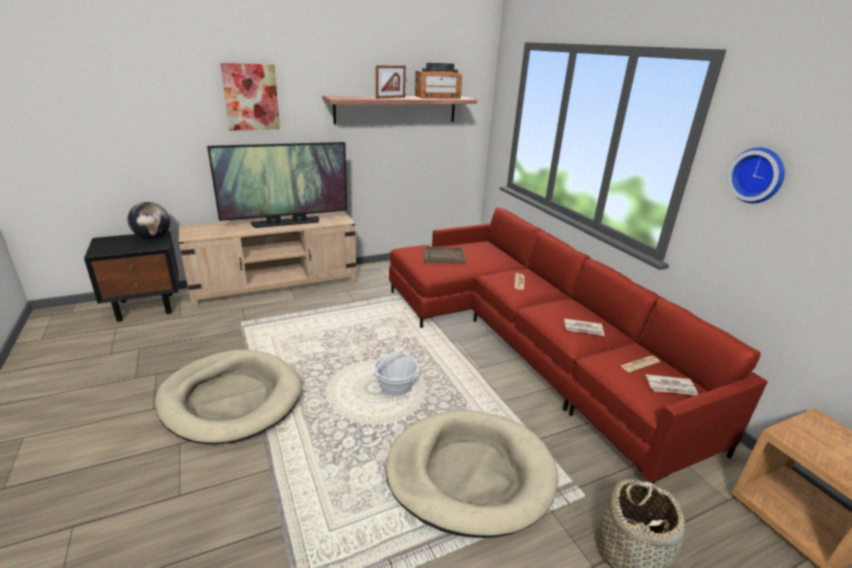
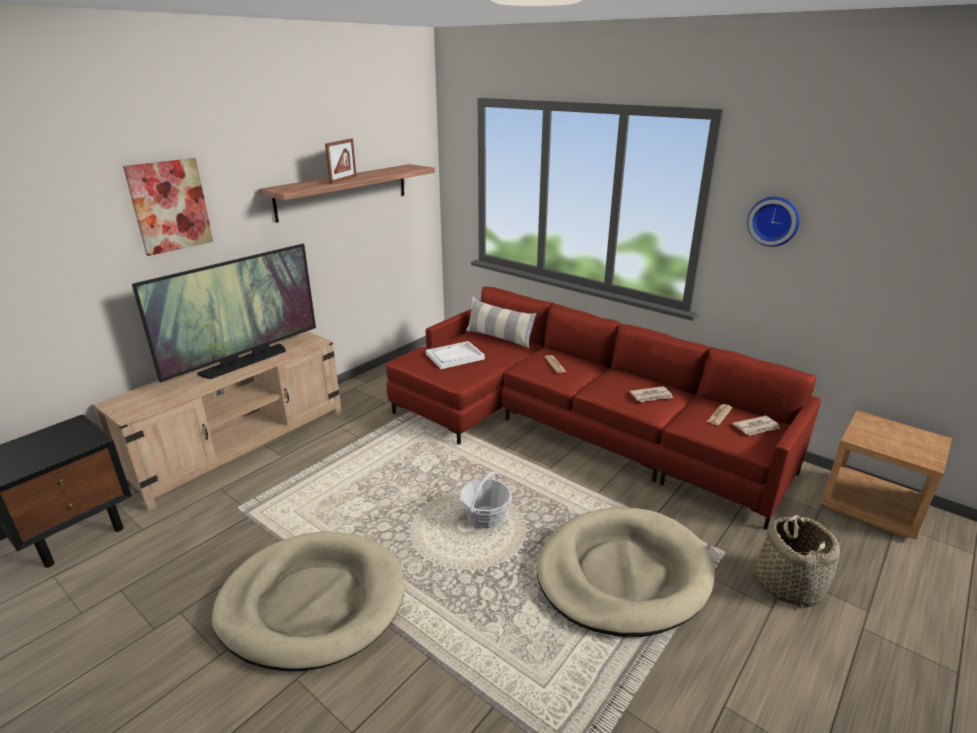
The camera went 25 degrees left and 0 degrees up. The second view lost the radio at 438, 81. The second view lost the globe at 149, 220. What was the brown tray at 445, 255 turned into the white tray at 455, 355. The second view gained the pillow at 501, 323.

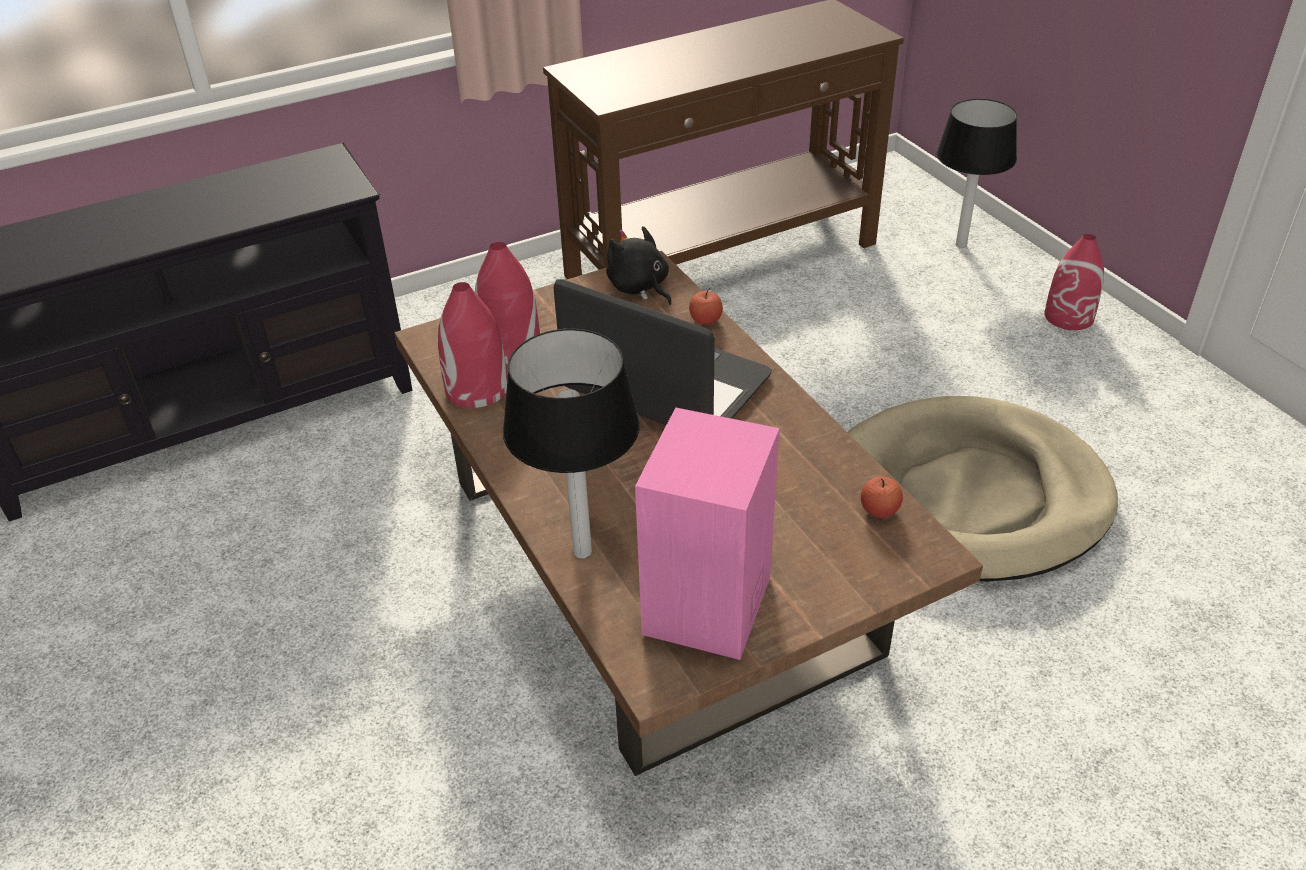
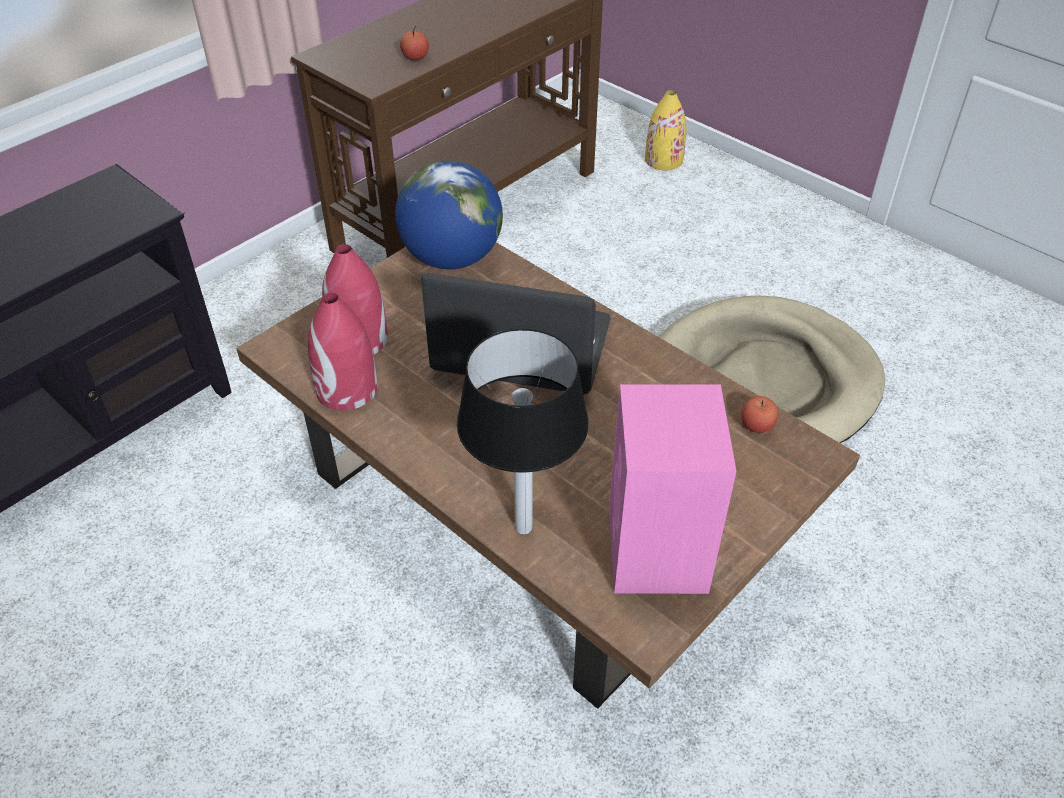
The camera went 20 degrees left and 5 degrees up. Where the table lamp stood at 977, 173, the yellow vase came to stand at 665, 130. Where the black plush toy stood at 639, 265, the globe came to stand at 449, 214. The second view lost the red vase at 1074, 282. The apple ended up elsewhere, having gone from 706, 306 to 414, 43.

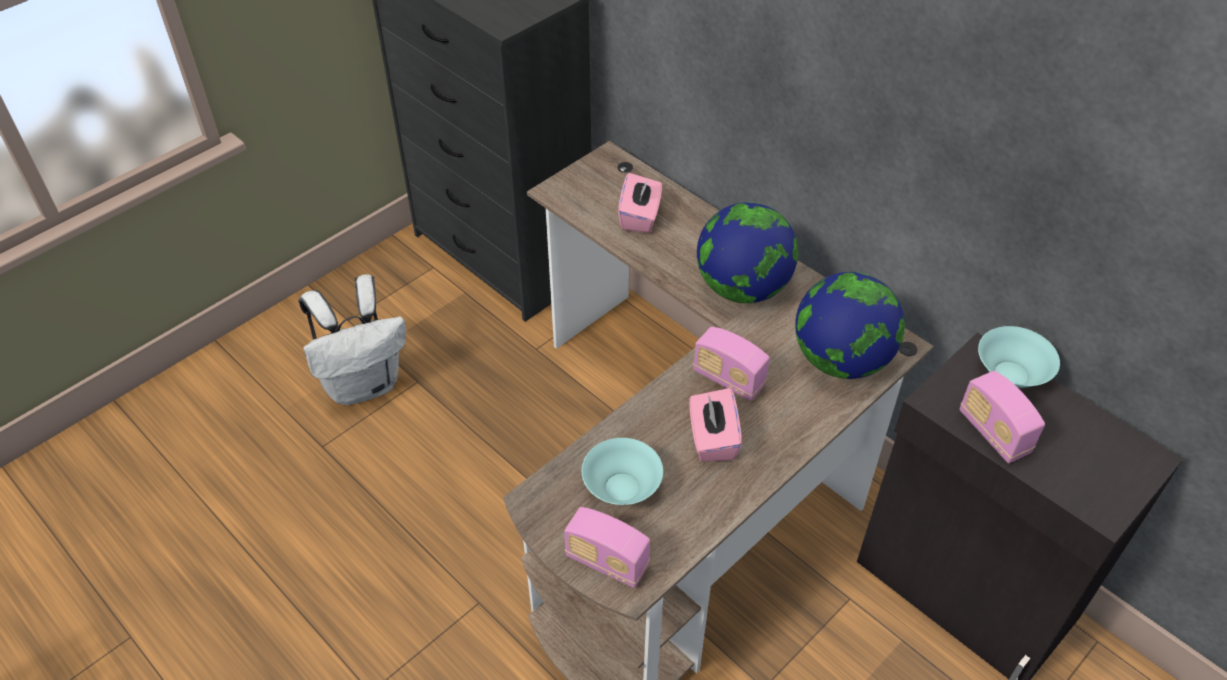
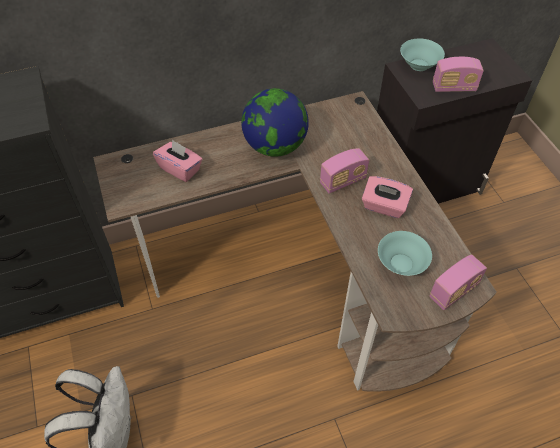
The camera went 65 degrees left and 5 degrees up. The second view lost the globe at 850, 325.

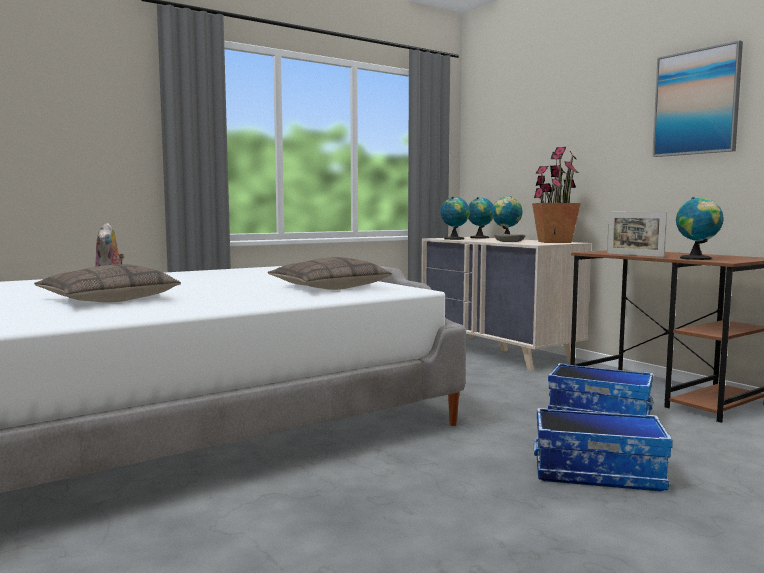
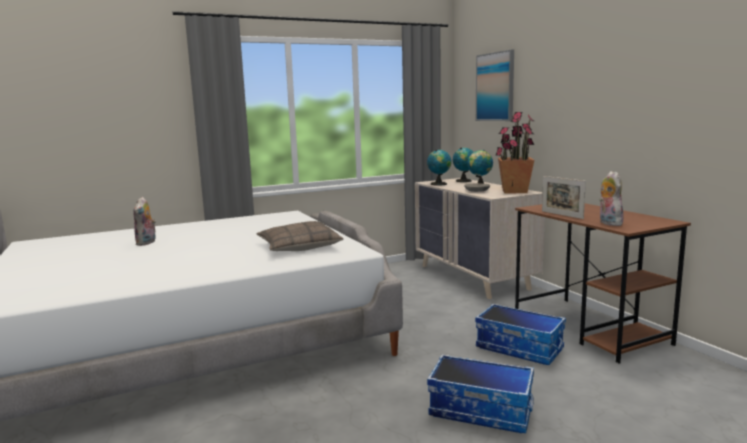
The camera went 10 degrees right and 5 degrees up. The picture ended up elsewhere, having gone from 697, 98 to 495, 85. Where the globe stood at 700, 228, the plush toy came to stand at 611, 198. The second view lost the pillow at 107, 283.

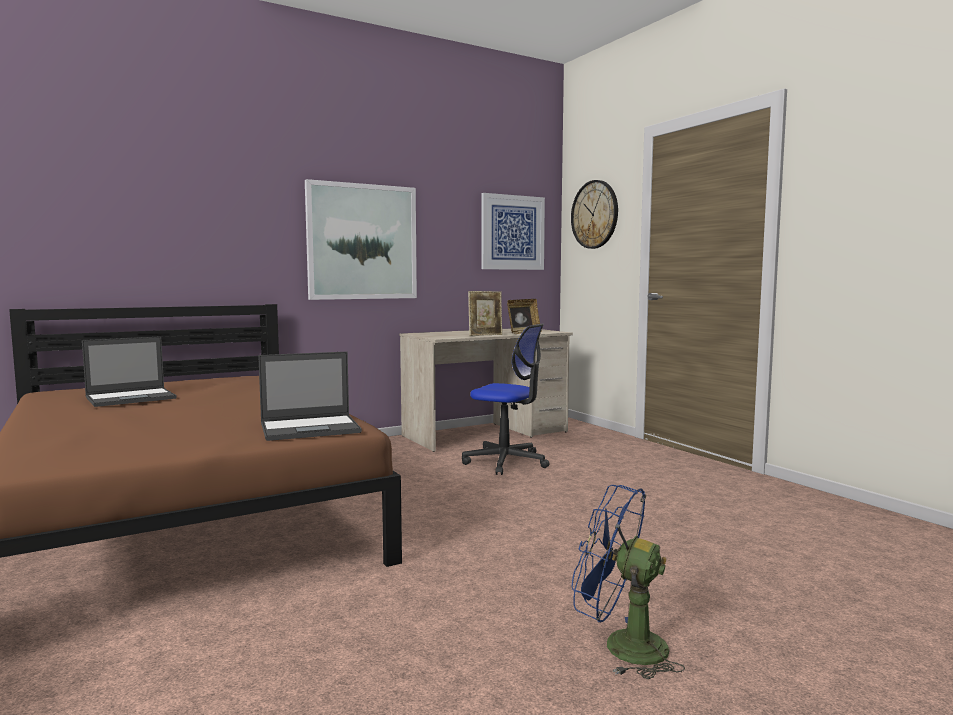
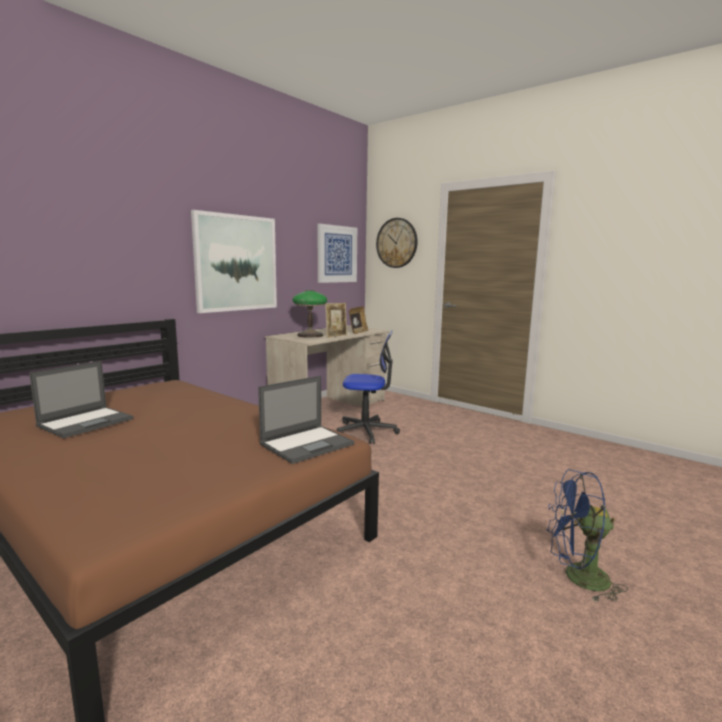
The camera went 20 degrees left and 5 degrees up. The second view gained the table lamp at 309, 314.

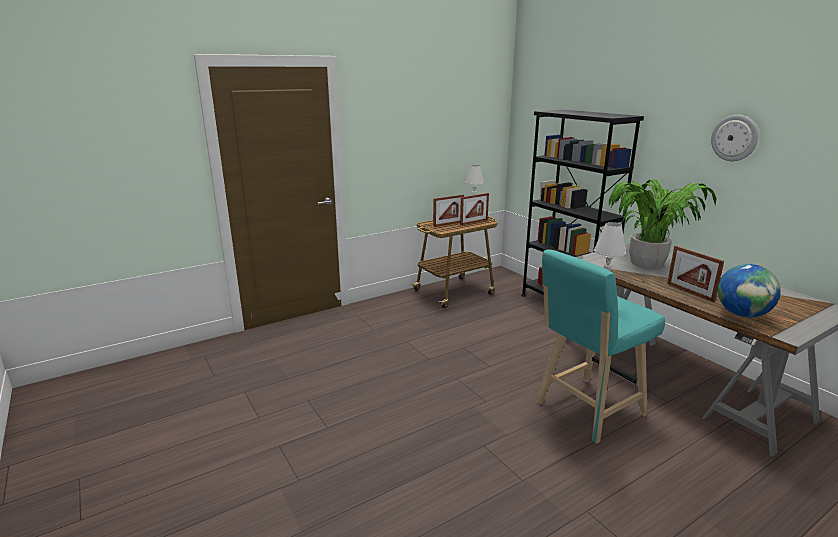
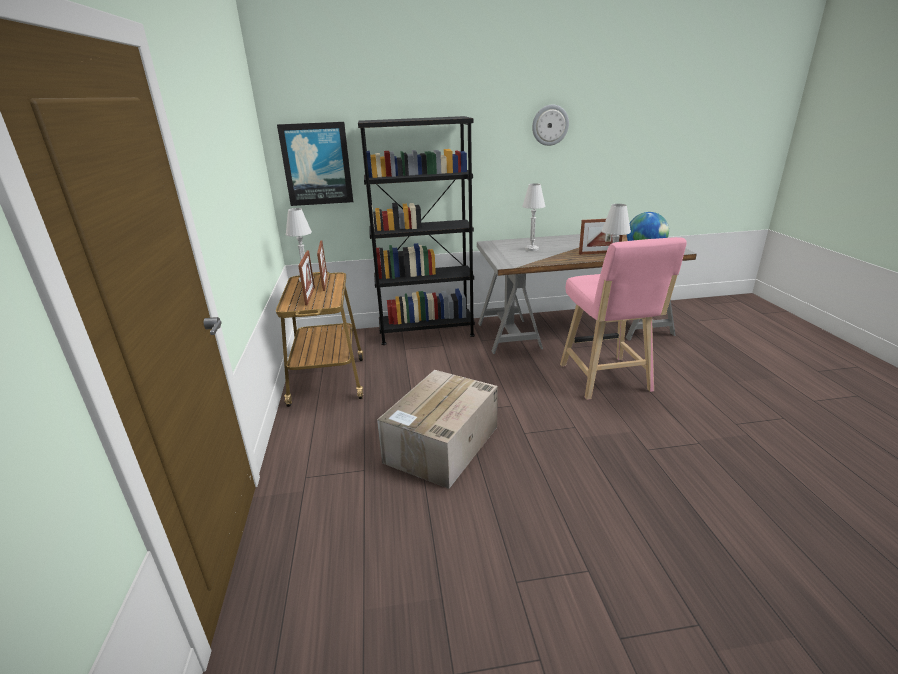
The camera went 65 degrees left and 5 degrees up. Where the potted plant stood at 663, 224, the white table lamp came to stand at 533, 217. What was the turquoise stool at 600, 346 turned into the pink stool at 623, 318. The second view gained the picture at 315, 164. The second view gained the cardboard box at 437, 429.

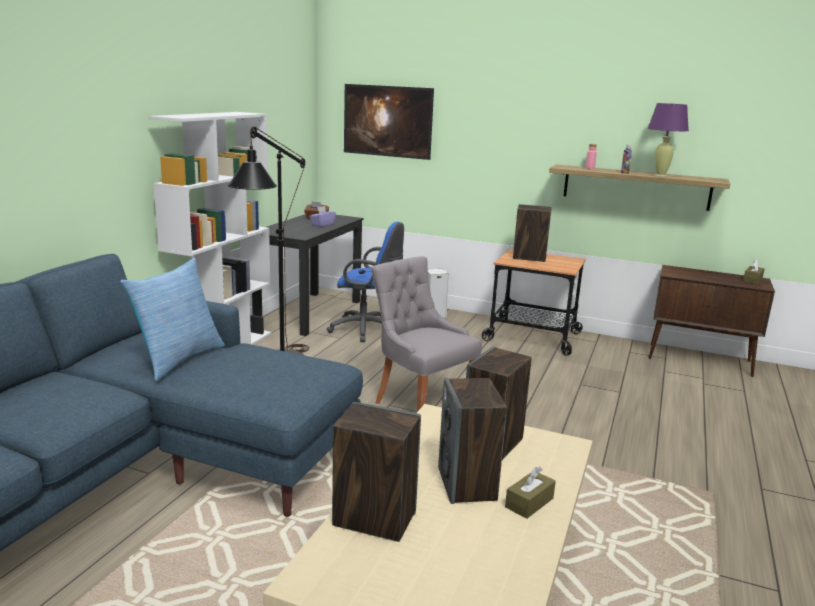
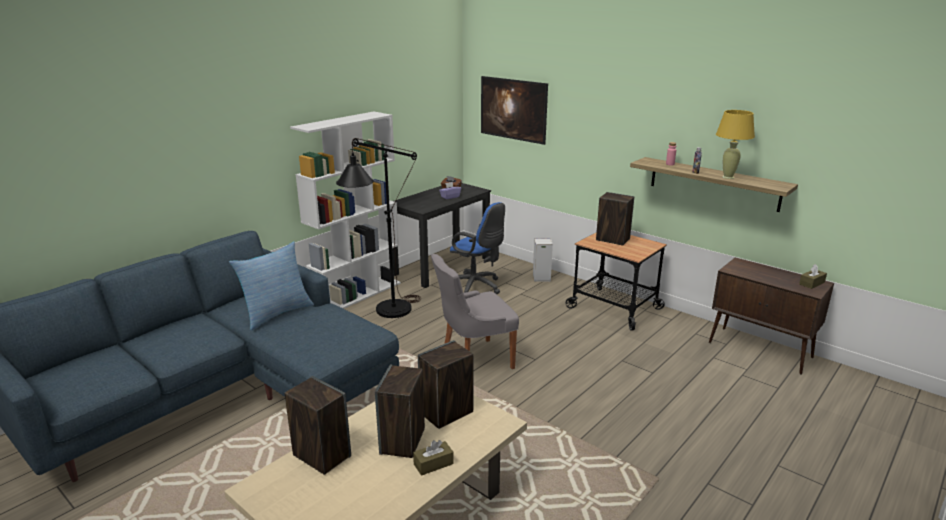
The camera went 20 degrees right and 5 degrees up. What was the purple table lamp at 668, 140 turned into the yellow table lamp at 735, 144. The grey chair at 426, 334 ended up facing another way, 90 degrees counterclockwise from before.

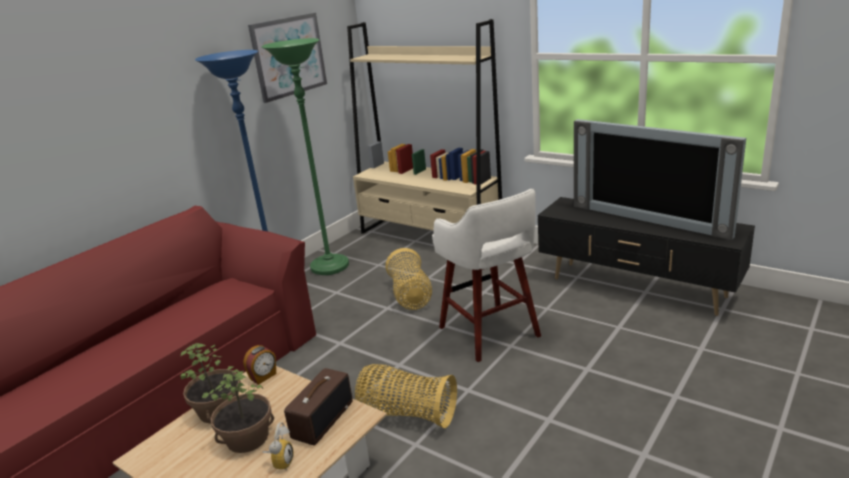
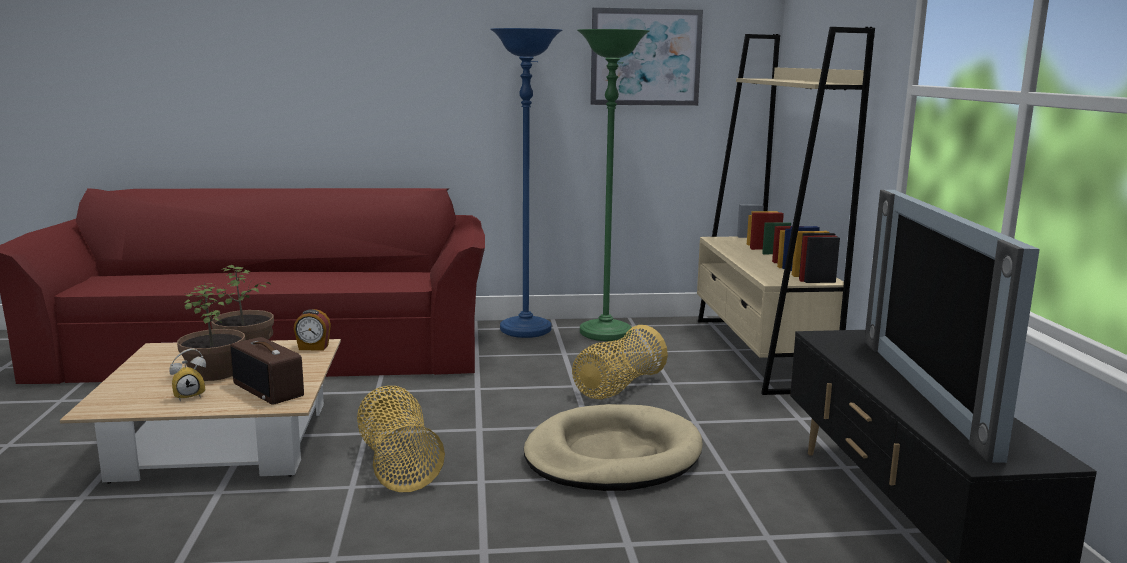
The camera went 45 degrees right and 10 degrees down. Where the white stool stood at 486, 275, the beige dog bed came to stand at 613, 447. The radio at 318, 406 ended up facing another way, 60 degrees clockwise from before.

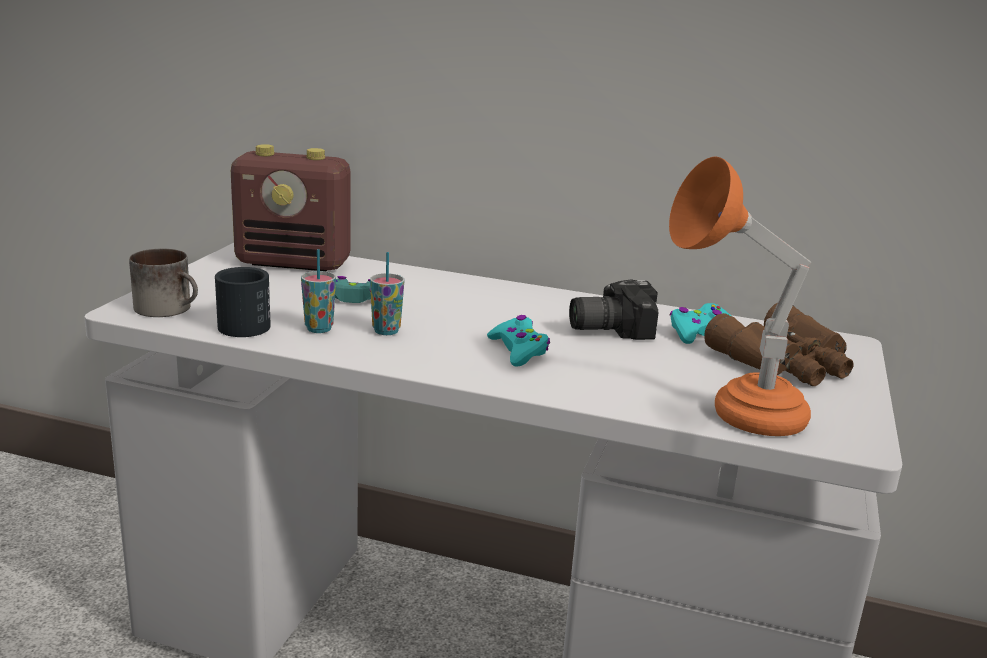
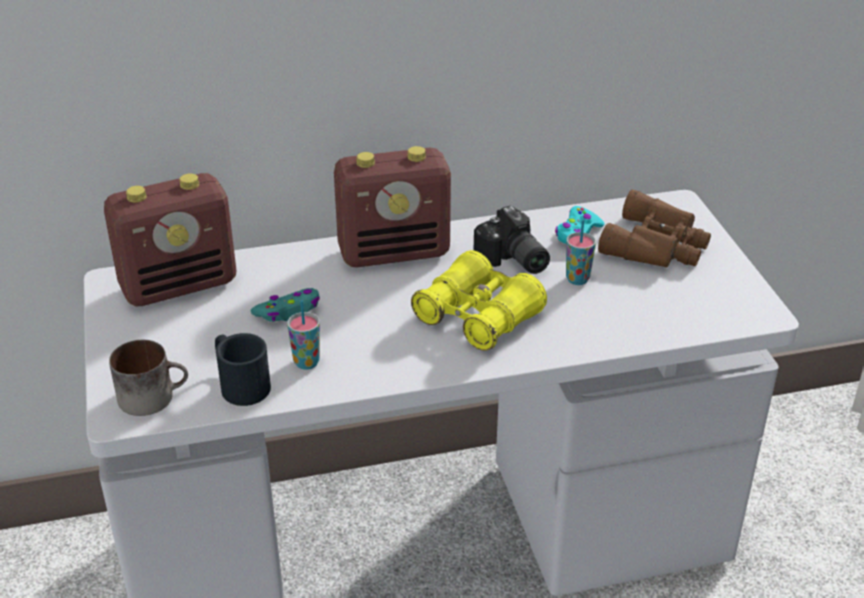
The camera went 30 degrees left and 15 degrees up. The second view lost the orange table lamp at 740, 296. The cup ended up elsewhere, having gone from 387, 293 to 581, 252. The photo camera at 613, 309 ended up facing another way, 75 degrees counterclockwise from before. Where the turquoise game controller stood at 518, 341, the yellow binoculars came to stand at 479, 300. The second view gained the radio at 392, 206.

